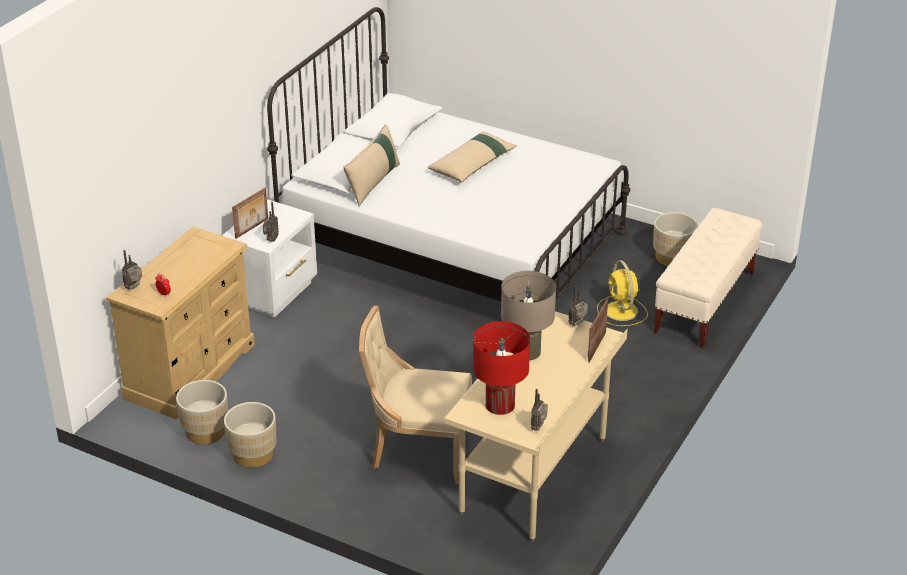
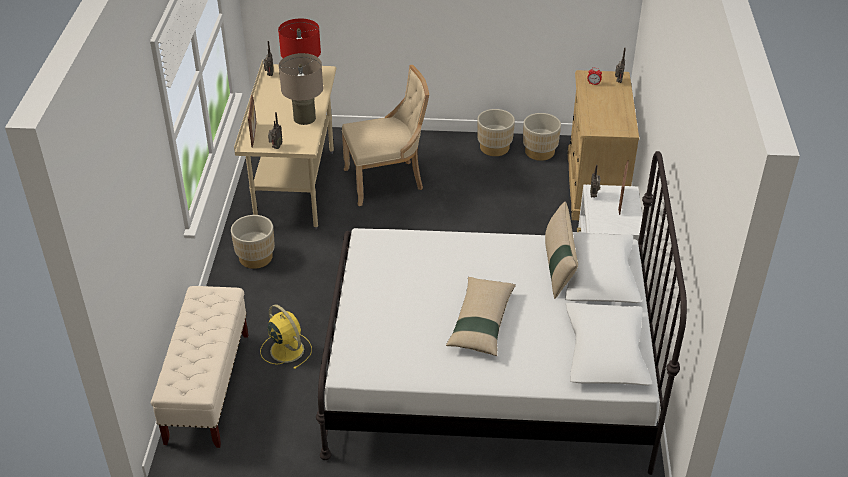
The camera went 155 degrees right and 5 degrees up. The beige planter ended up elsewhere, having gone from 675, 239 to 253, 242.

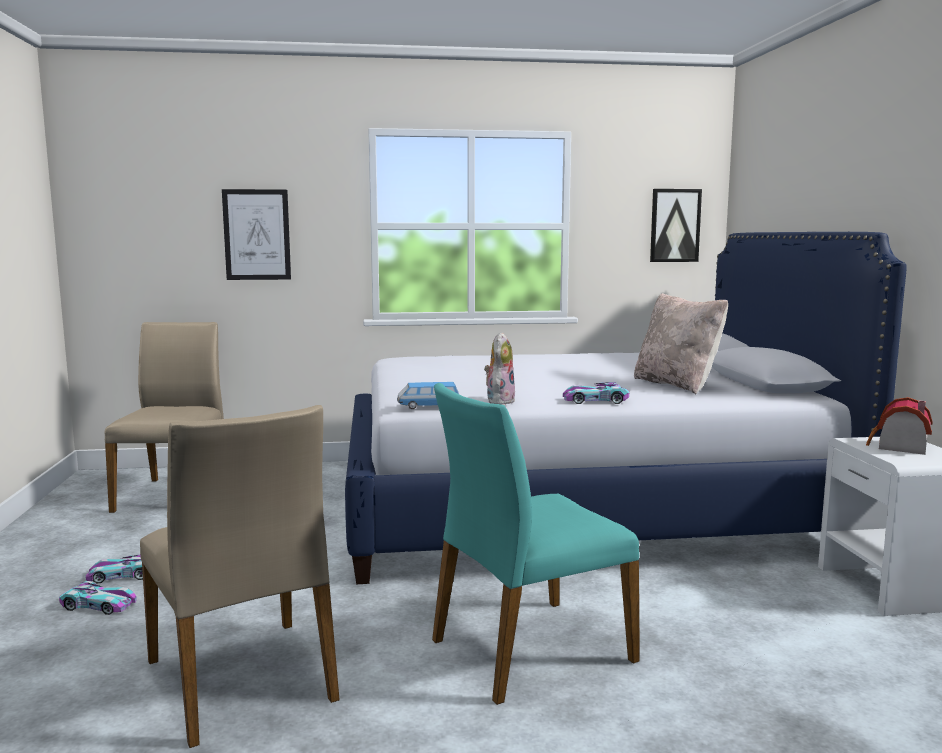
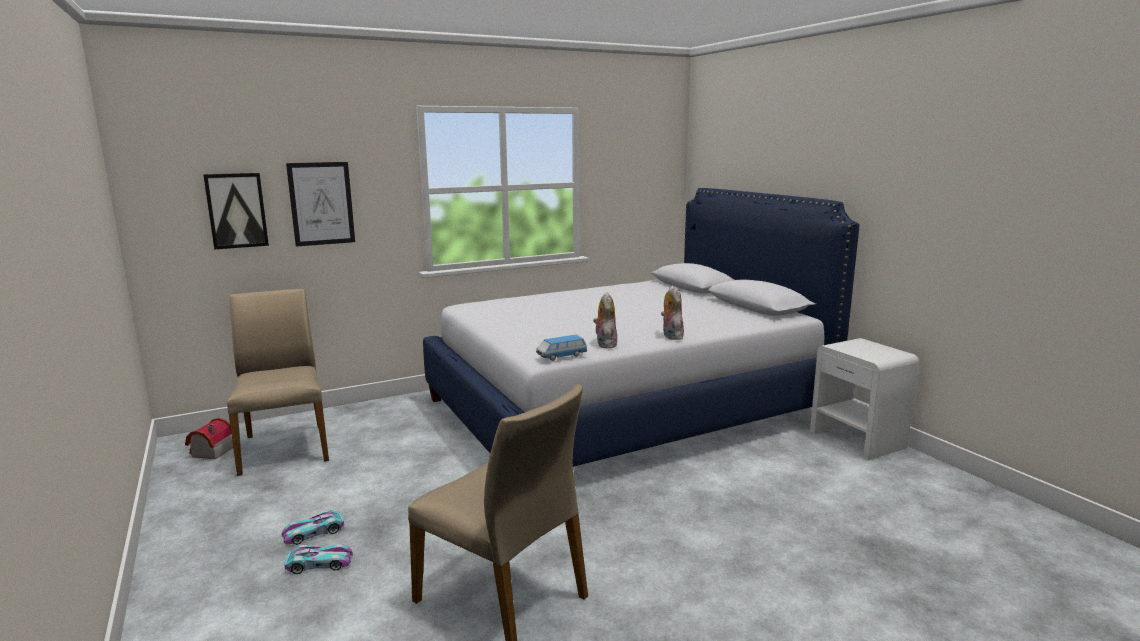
The camera went 20 degrees left and 5 degrees up. The picture ended up elsewhere, having gone from 676, 225 to 236, 211. The second view lost the beige pillow at 681, 343. Where the toy car stood at 596, 393, the plush toy came to stand at 672, 313. The second view lost the turquoise chair at 536, 544. The toy house ended up elsewhere, having gone from 899, 426 to 209, 438.

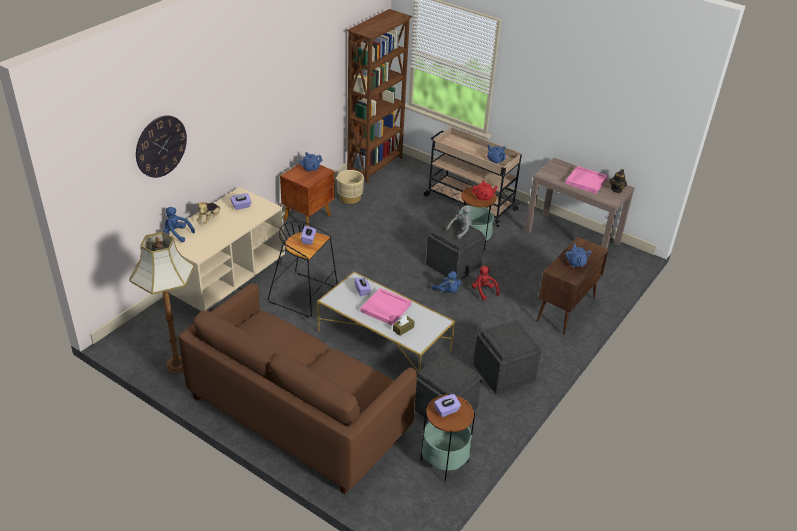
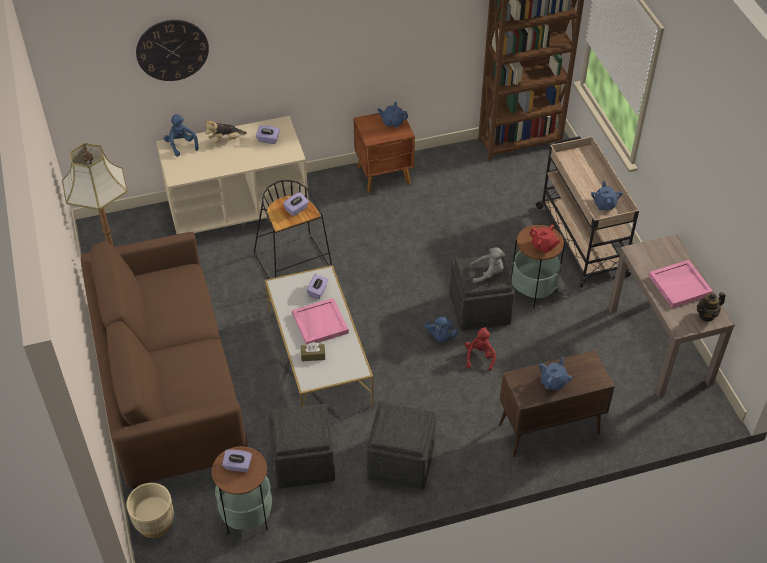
The camera went 40 degrees right and 10 degrees up. The beige planter ended up elsewhere, having gone from 350, 187 to 150, 510.

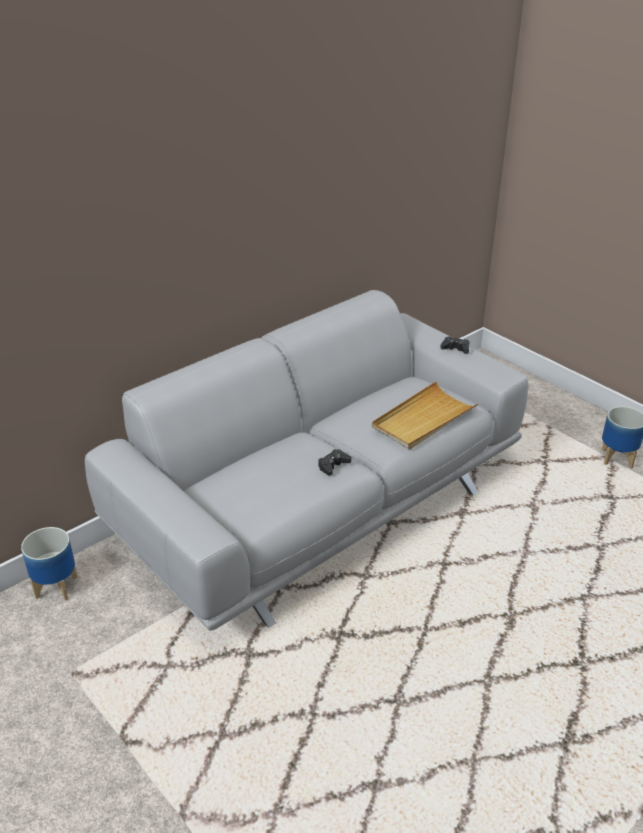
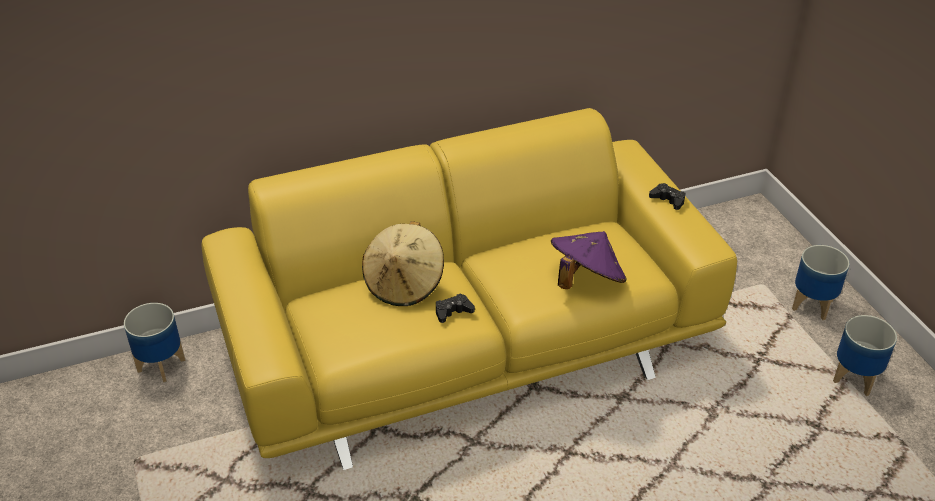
The camera went 20 degrees right and 5 degrees up. What was the grey sofa at 306, 460 turned into the yellow sofa at 469, 289. Where the beige tray stood at 425, 415, the purple hat came to stand at 589, 260. The second view gained the beige hat at 403, 263. The second view gained the planter at 820, 282.

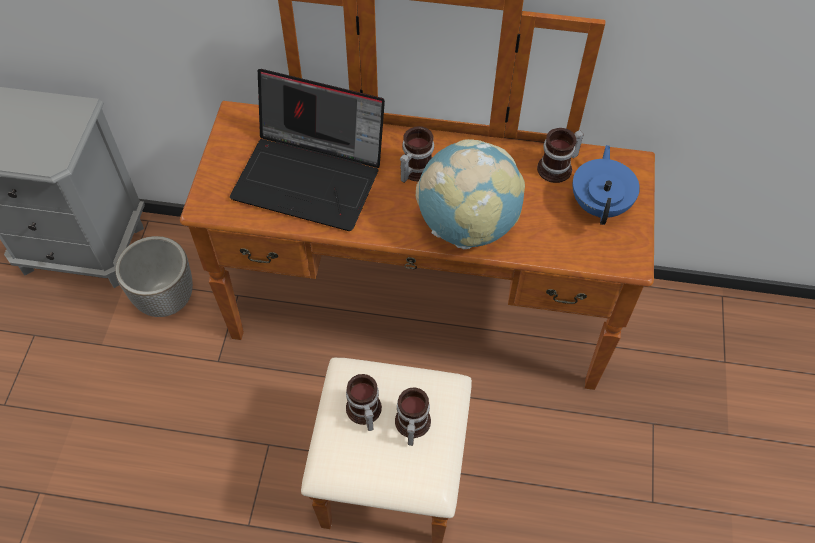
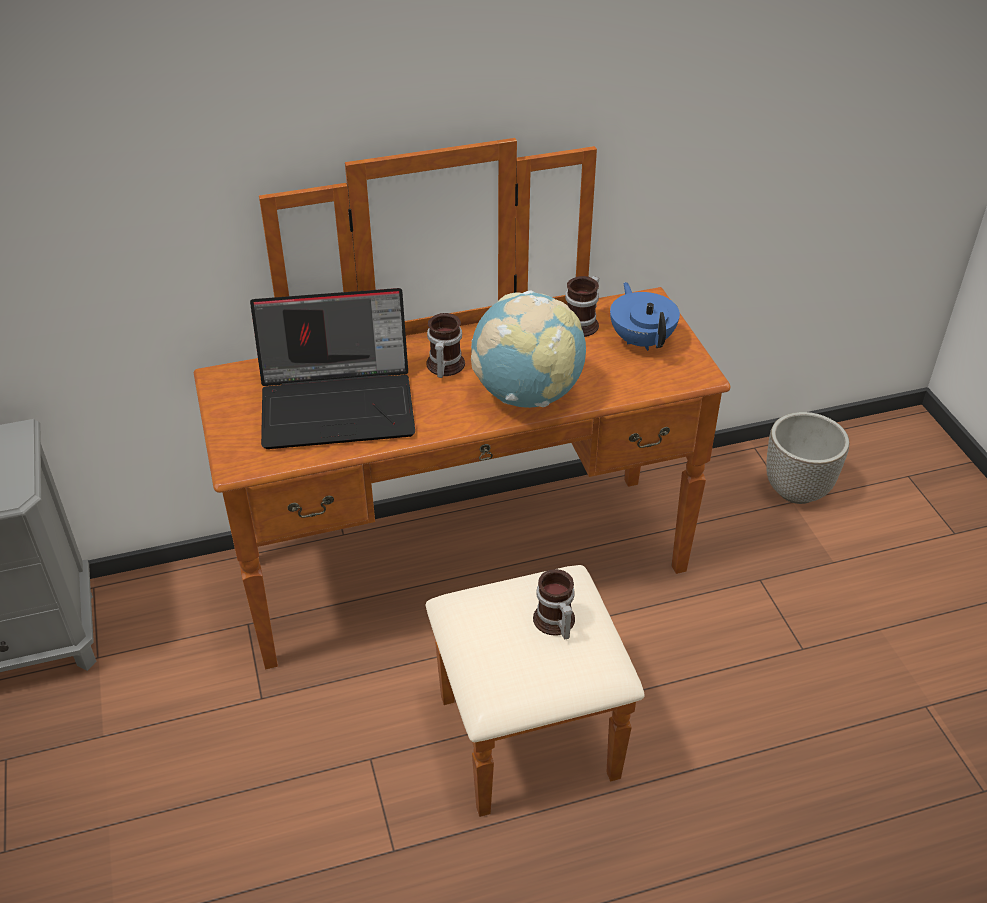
The camera went 25 degrees left and 15 degrees down. The planter ended up elsewhere, having gone from 154, 276 to 808, 458. The second view lost the mug at 364, 402.

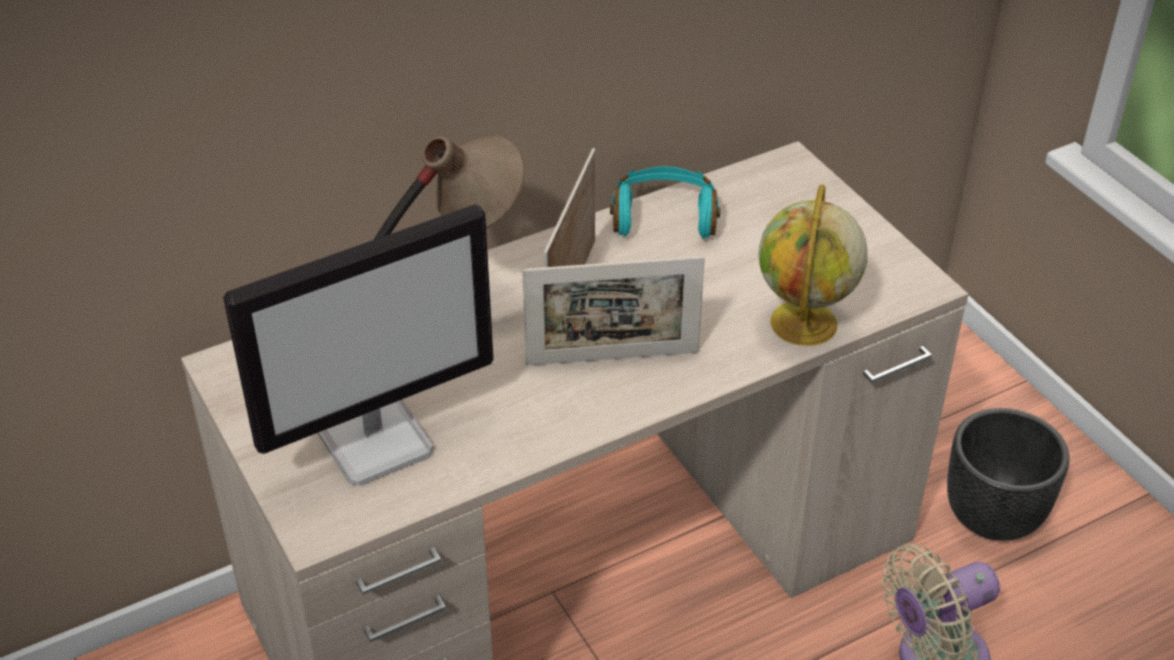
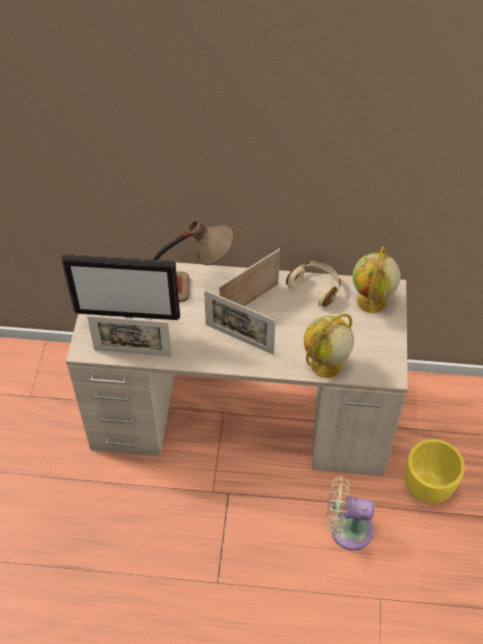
The camera went 35 degrees right and 10 degrees up. What was the turquoise headphones at 665, 202 turned into the beige headphones at 313, 284. What was the black planter at 1008, 474 turned into the yellow planter at 435, 471. The second view gained the globe at 377, 279. The second view gained the picture frame at 129, 336.

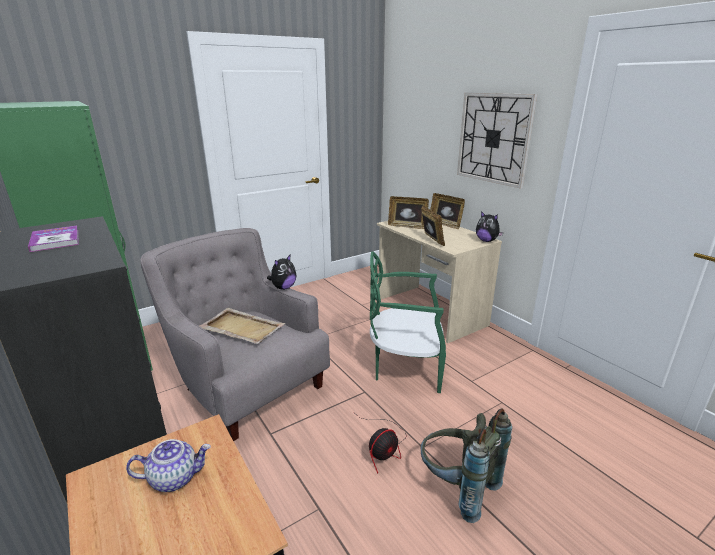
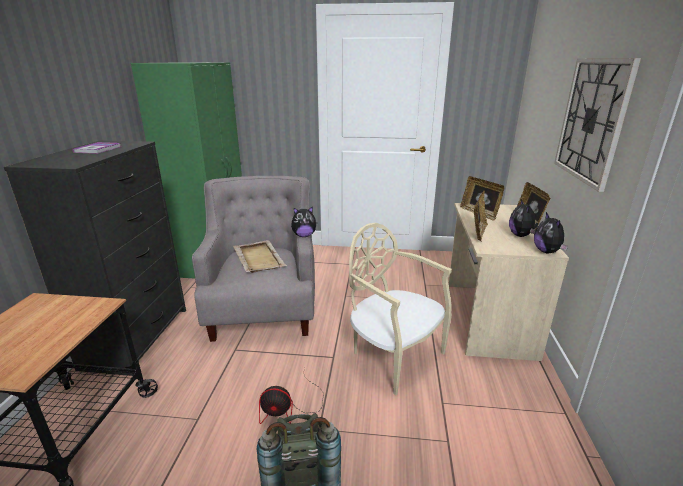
The camera went 40 degrees right and 0 degrees up. What was the green chair at 408, 322 turned into the beige chair at 400, 308. The second view lost the teapot at 168, 465. The second view gained the plush toy at 523, 218.

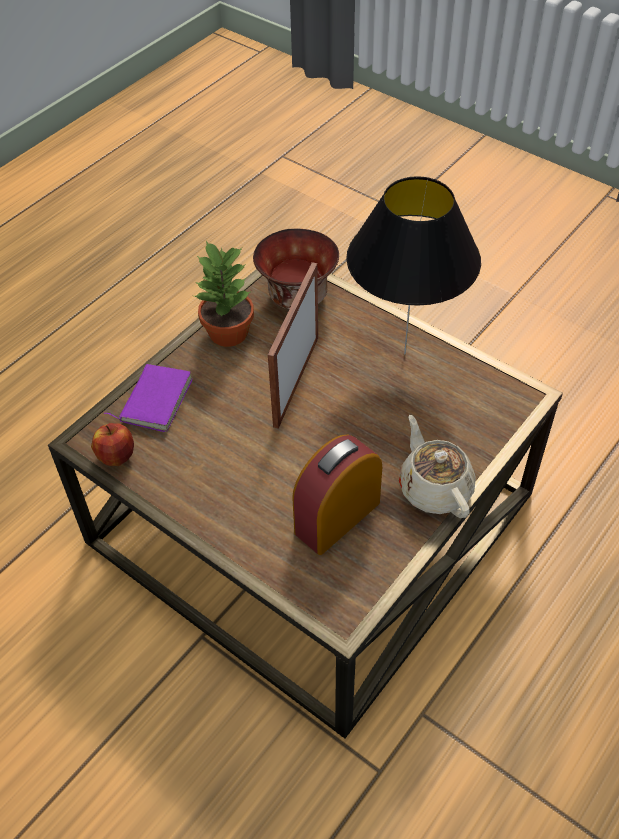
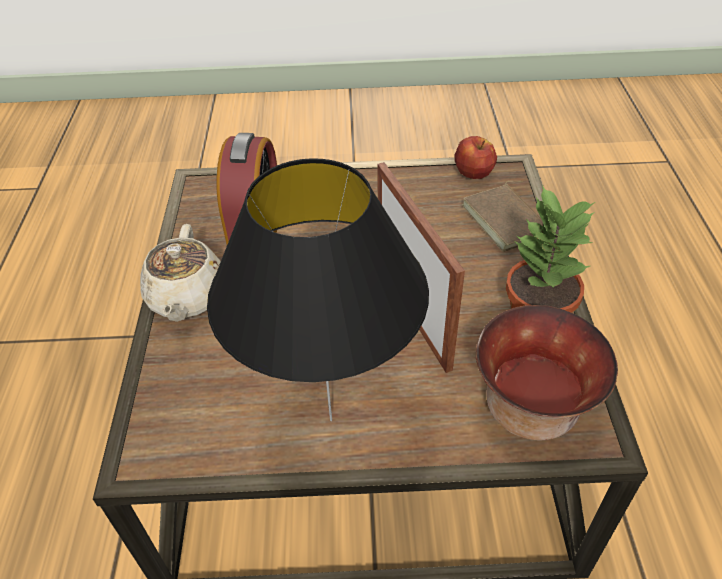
The camera went 140 degrees right and 5 degrees down. What was the purple book at 148, 398 turned into the brown book at 502, 216. The beige teapot at 437, 466 ended up facing another way, 60 degrees clockwise from before.

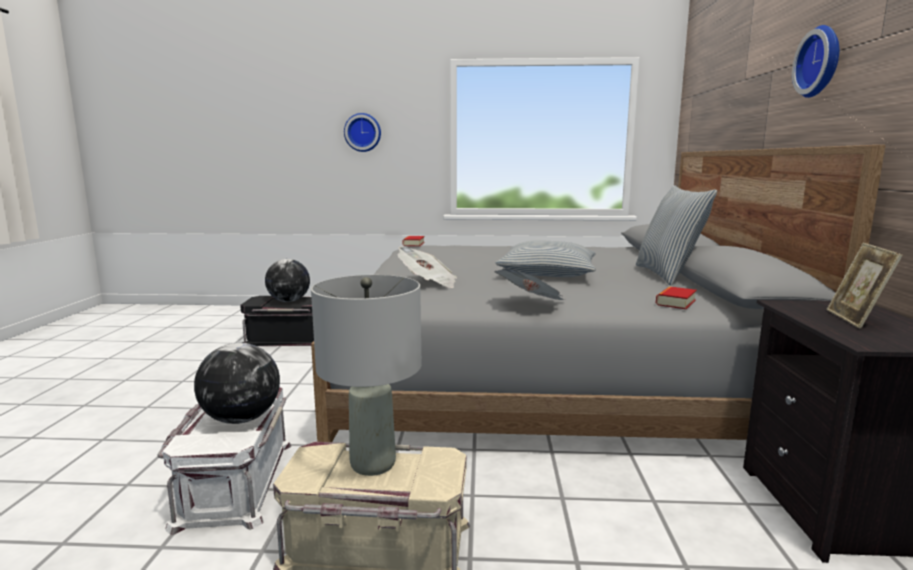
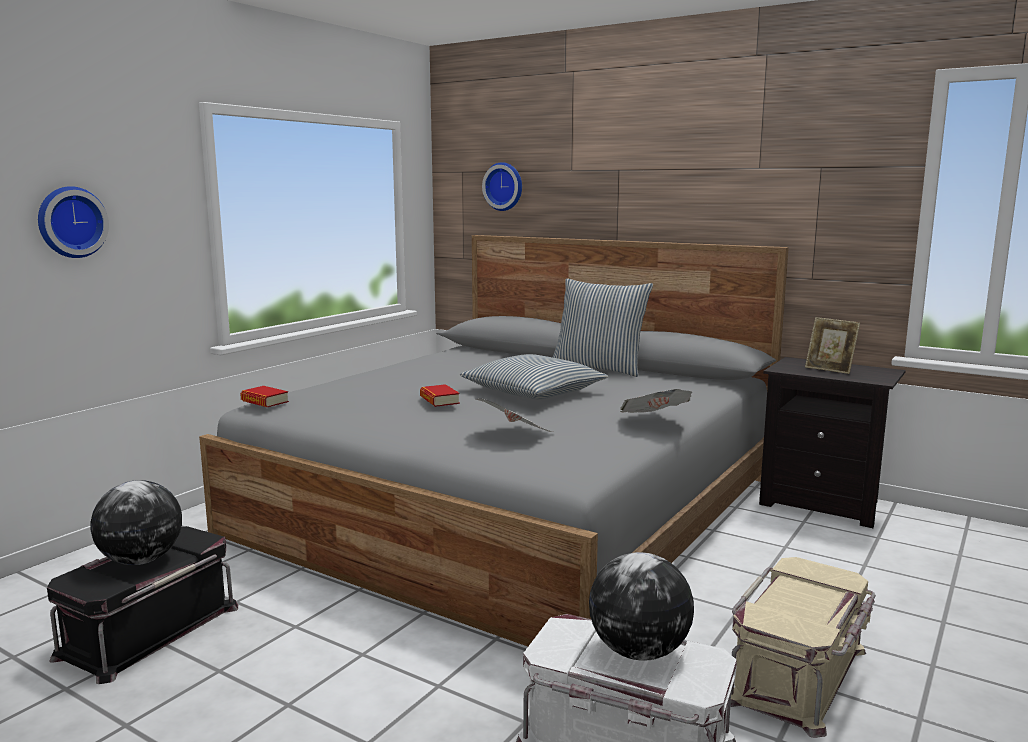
The camera went 60 degrees left and 0 degrees up. The wall clock ended up elsewhere, having gone from 815, 61 to 502, 186. The second view lost the grey table lamp at 366, 375. The book ended up elsewhere, having gone from 676, 297 to 440, 395.

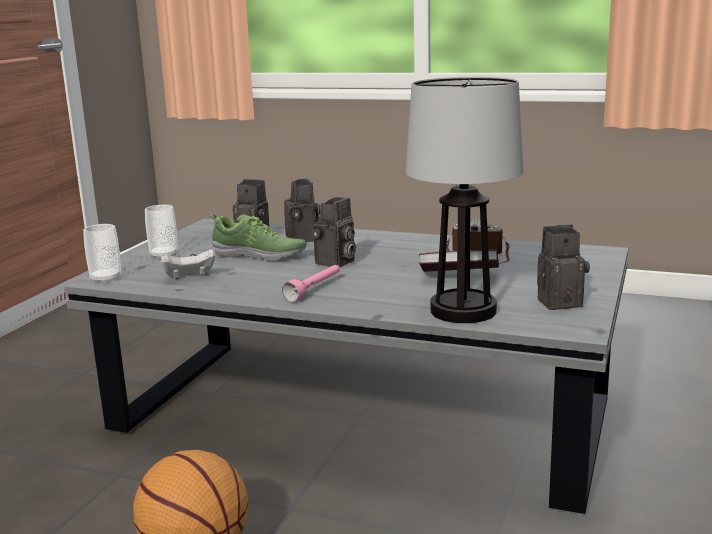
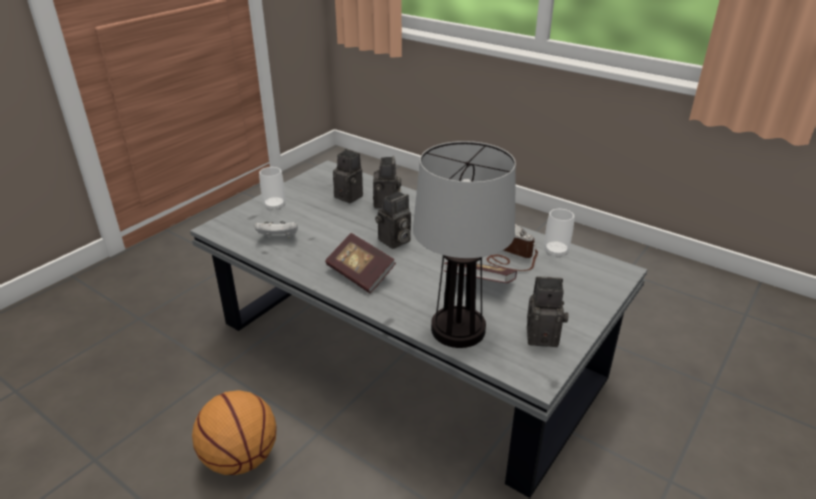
The camera went 15 degrees right and 15 degrees up. The second view lost the shoe at 258, 237. The cup ended up elsewhere, having gone from 102, 254 to 559, 233. Where the pink flashlight stood at 311, 283, the book came to stand at 360, 263.

